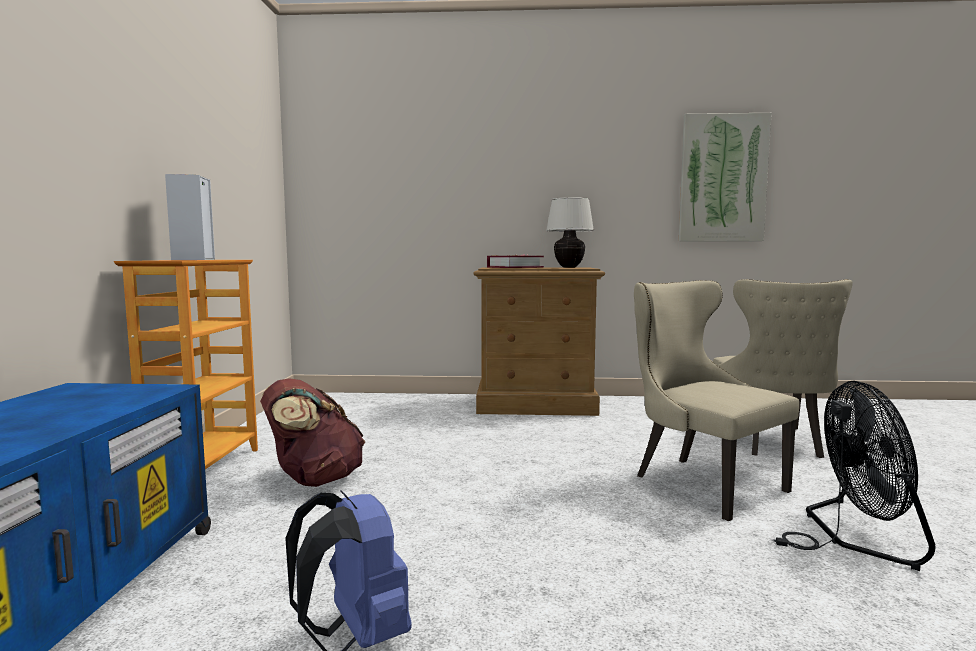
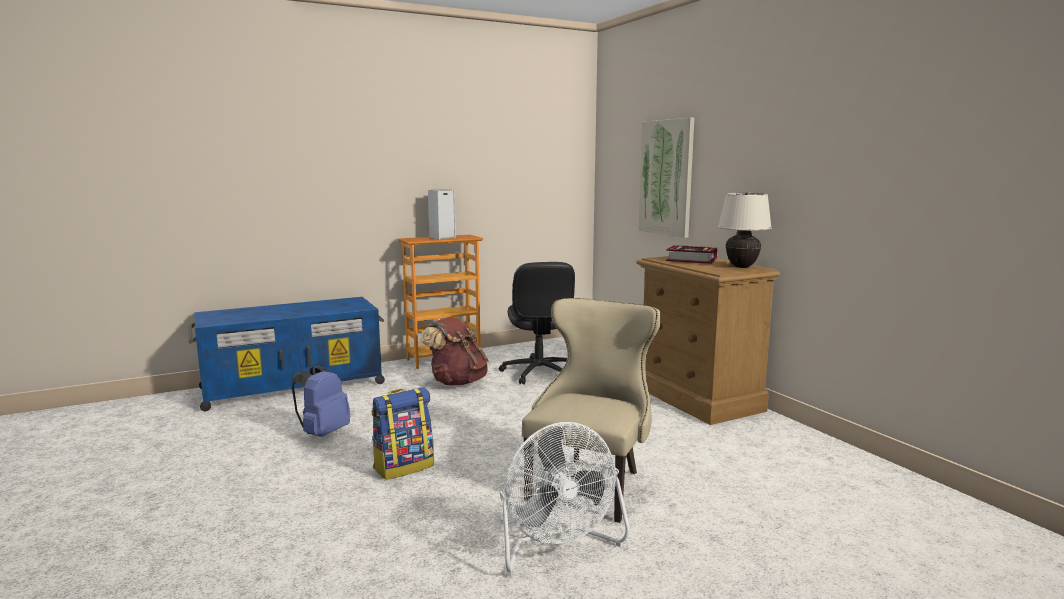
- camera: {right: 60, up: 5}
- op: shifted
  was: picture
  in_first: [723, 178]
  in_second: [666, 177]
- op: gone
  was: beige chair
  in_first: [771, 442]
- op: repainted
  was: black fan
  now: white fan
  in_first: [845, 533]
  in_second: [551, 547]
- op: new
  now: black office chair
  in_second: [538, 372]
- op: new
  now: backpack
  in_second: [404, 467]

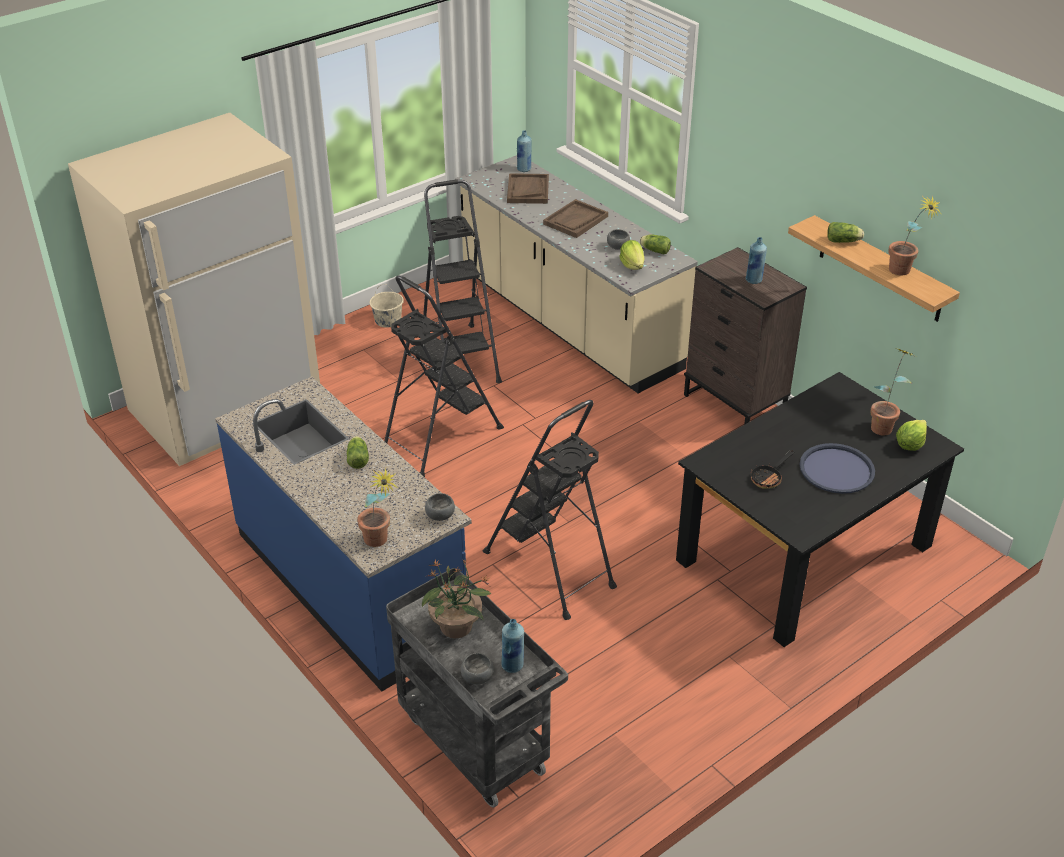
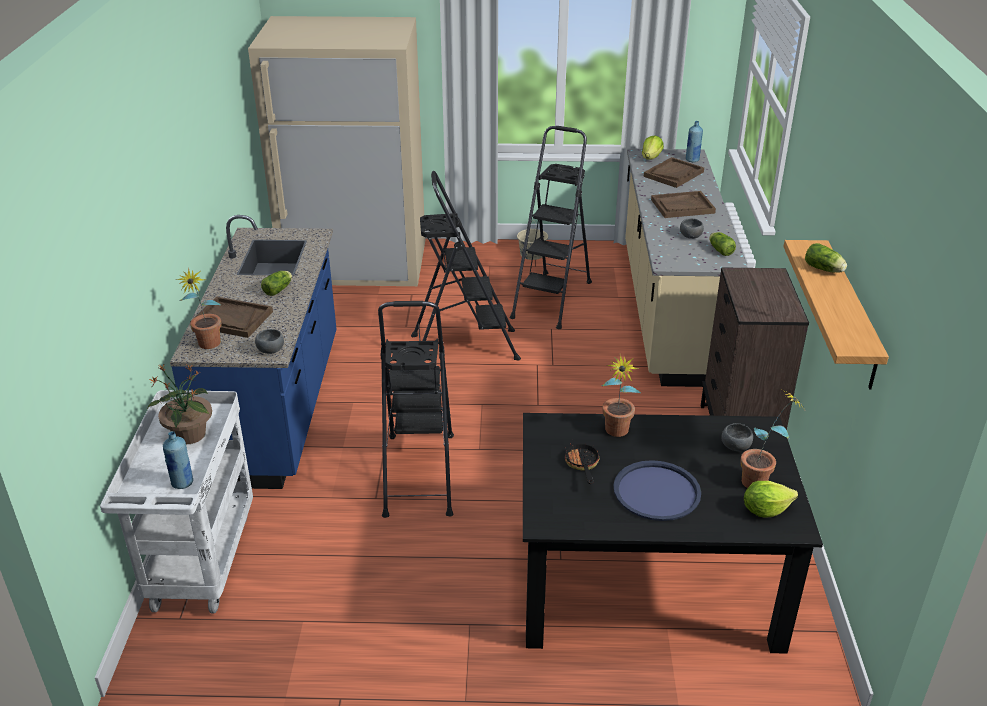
- camera: {right: 40, up: -5}
- op: shifted
  was: potted plant
  in_first: [904, 273]
  in_second: [616, 434]
- op: gone
  was: blue bottle
  in_first: [754, 280]
- op: shifted
  was: lettuce
  in_first: [632, 265]
  in_second: [651, 158]
- op: rotated
  was: frying pan
  in_first: [769, 478]
  in_second: [582, 465]
  clockwise: 90
- op: repainted
  was: black cart
  now: white cart
  in_first: [478, 749]
  in_second: [201, 567]
- op: shifted
  was: grey bowl
  in_first: [478, 677]
  in_second: [736, 447]
- op: new
  now: brown tray
  in_second: [232, 319]

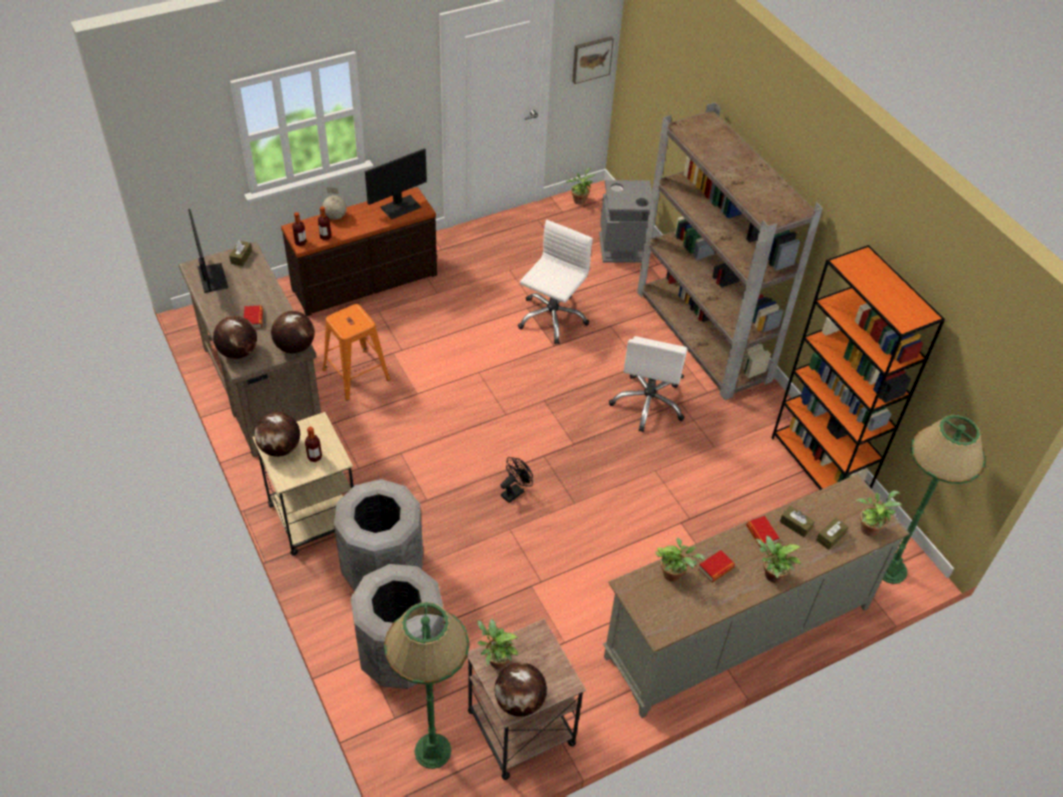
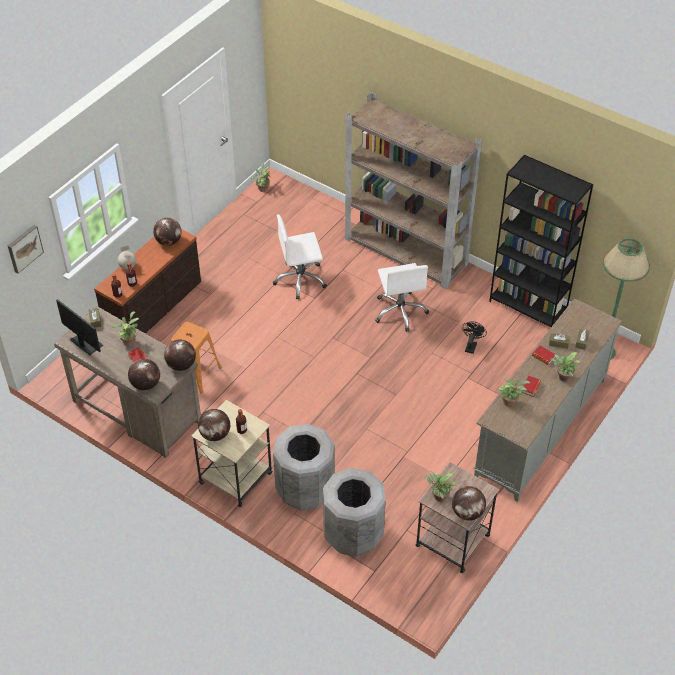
- camera: {right: -25, up: 0}
- op: shifted
  was: picture
  in_first: [591, 59]
  in_second: [24, 248]
- op: swapped
  was: monitor
  now: globe
  in_first: [400, 206]
  in_second: [168, 241]
- op: gone
  was: grey trash can
  in_first: [623, 248]
- op: rotated
  was: white office chair
  in_first: [551, 318]
  in_second: [300, 280]
  clockwise: -105
- op: repainted
  was: orange bookcase
  now: black bookcase
  in_first: [820, 466]
  in_second: [528, 306]
- op: shifted
  was: black fan
  in_first: [515, 491]
  in_second: [471, 345]
- op: shifted
  was: potted plant
  in_first: [869, 527]
  in_second: [129, 340]
- op: gone
  was: green floor lamp
  in_first: [432, 751]

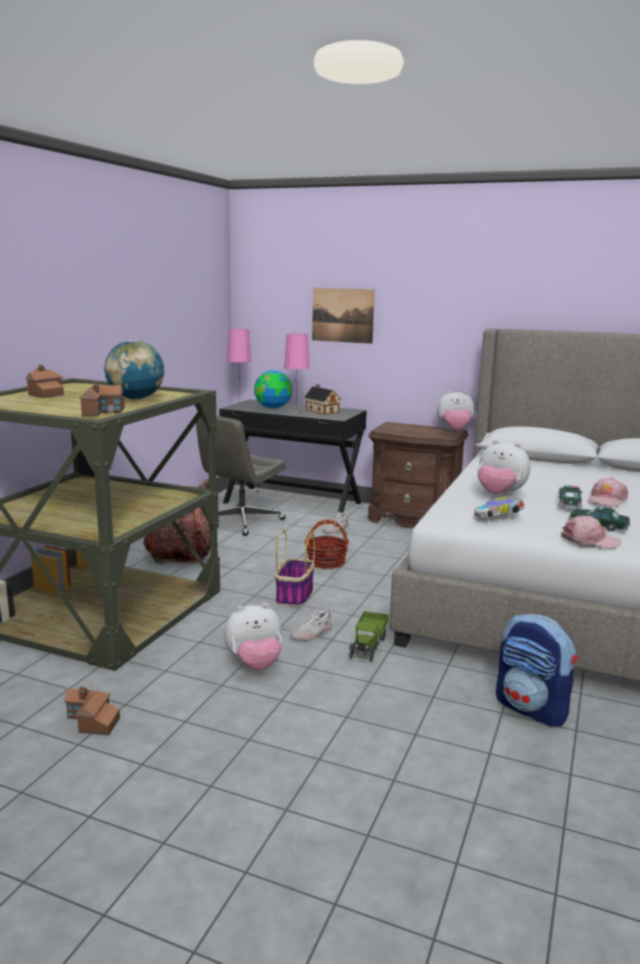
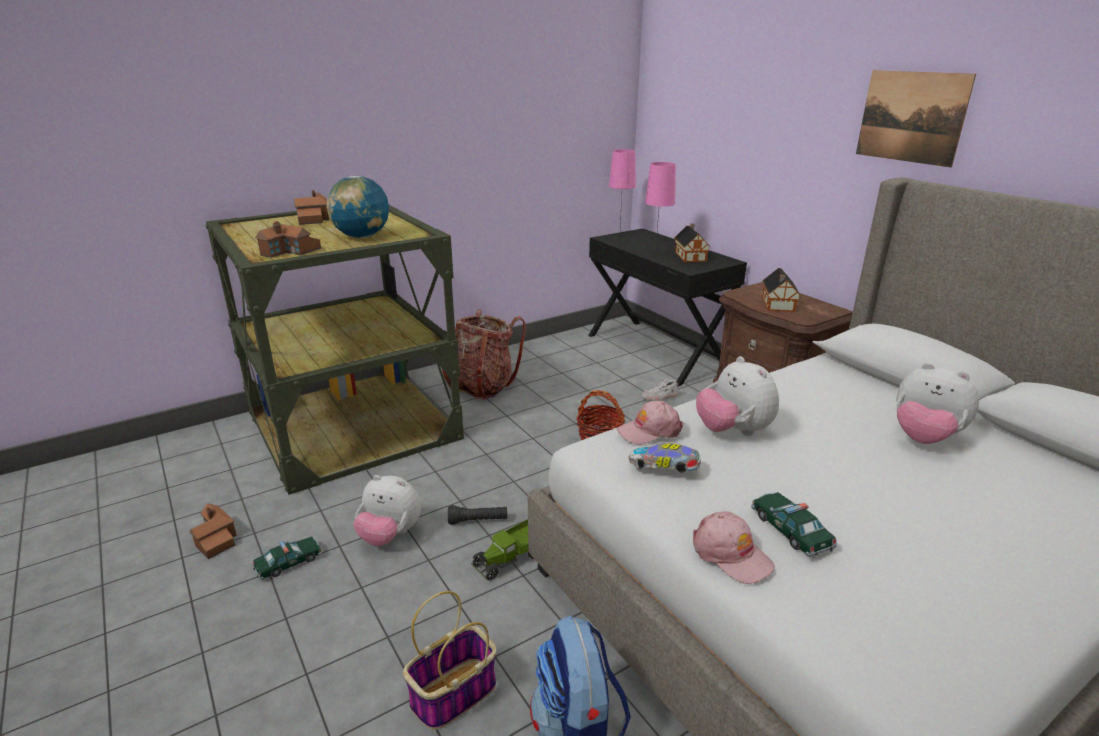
- camera: {right: 35, up: 10}
- op: shifted
  was: picture
  in_first: [342, 315]
  in_second: [911, 117]
- op: gone
  was: globe
  in_first: [273, 408]
- op: shifted
  was: plush toy
  in_first: [454, 431]
  in_second: [924, 438]
- op: gone
  was: grey office chair
  in_first: [241, 522]
- op: shifted
  was: pink cap
  in_first: [606, 500]
  in_second: [649, 431]
- op: shifted
  was: toy car
  in_first: [569, 503]
  in_second: [289, 563]
- op: shifted
  was: basket
  in_first: [294, 596]
  in_second: [453, 695]
- op: swapped
  was: white shoe
  now: black flashlight
  in_first: [311, 634]
  in_second: [478, 521]
- op: new
  now: toy house
  in_second: [778, 304]

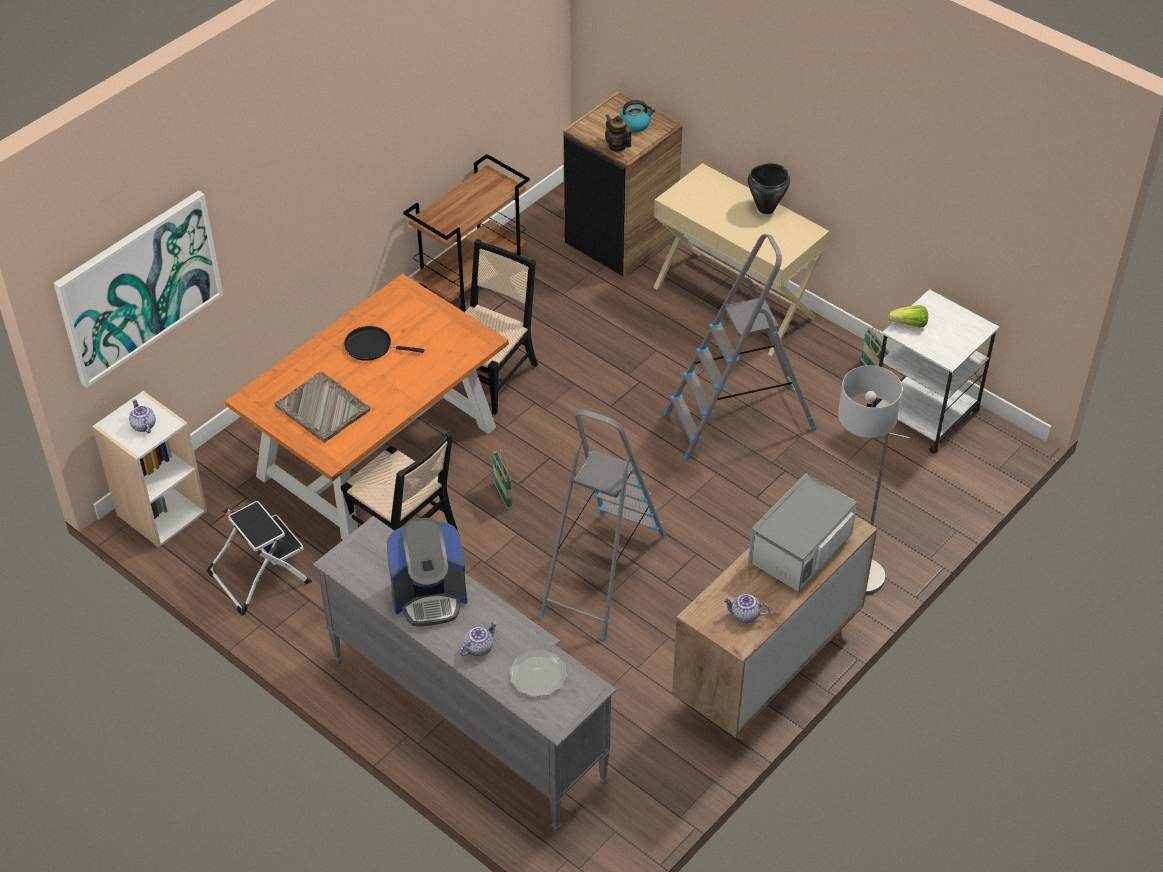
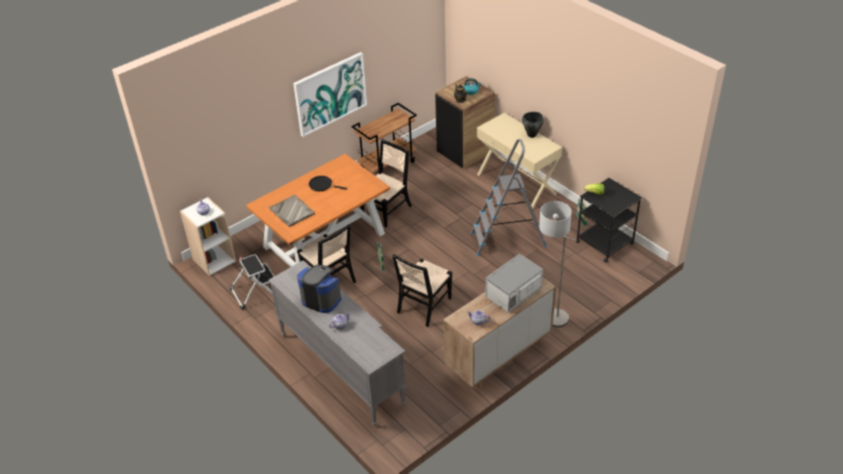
- camera: {right: 10, up: -5}
- op: shifted
  was: picture
  in_first: [139, 287]
  in_second: [330, 93]
- op: repainted
  was: white cart
  now: black cart
  in_first: [925, 414]
  in_second: [605, 243]
- op: swapped
  was: grey step ladder
  now: chair
  in_first: [603, 574]
  in_second: [424, 306]
- op: rotated
  was: coffee machine
  in_first: [429, 596]
  in_second: [321, 299]
  clockwise: -150
- op: gone
  was: plate
  in_first: [537, 675]

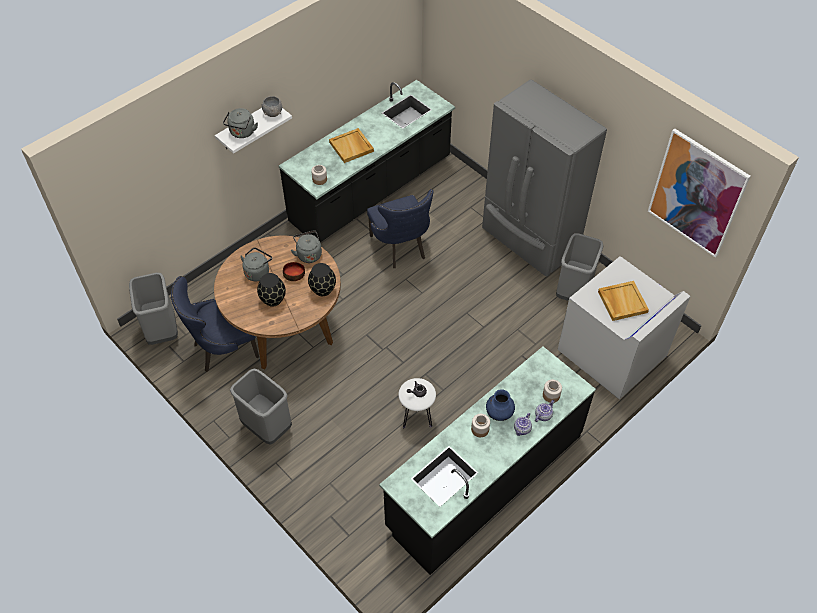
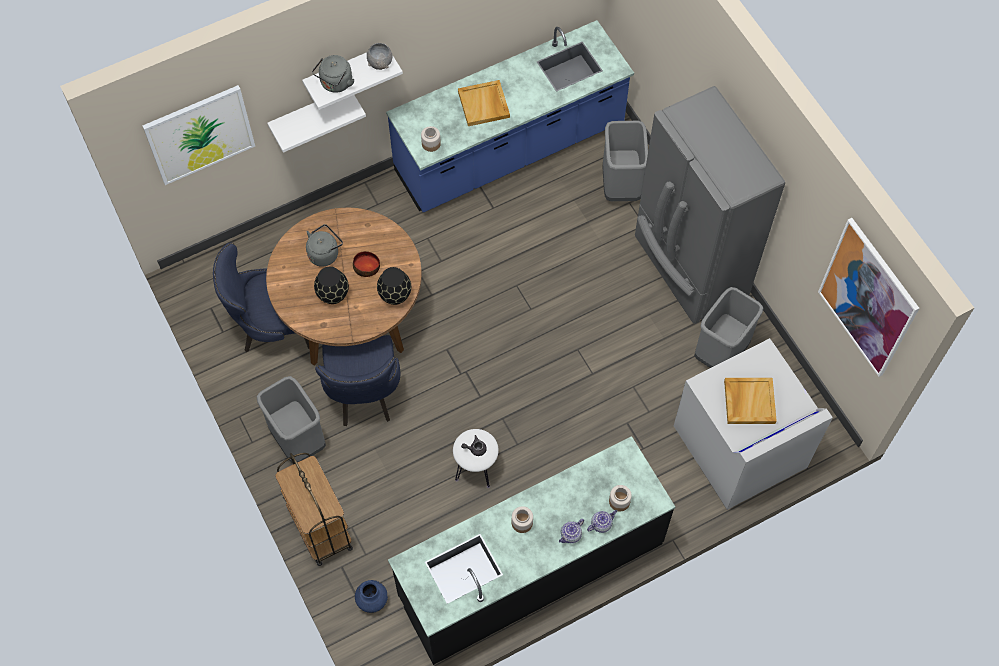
- camera: {right: 15, up: 10}
- op: repainted
  was: black counter
  now: blue counter
  in_first: [371, 190]
  in_second: [510, 150]
- op: shifted
  was: blue chair
  in_first: [401, 247]
  in_second: [364, 395]
- op: gone
  was: grey kettle
  in_first: [308, 254]
- op: shifted
  was: grey trash can
  in_first: [162, 331]
  in_second: [621, 185]
- op: shifted
  was: blue vase
  in_first: [499, 413]
  in_second: [372, 600]
- op: new
  now: picture
  in_second: [199, 134]
- op: new
  now: white shelf
  in_second: [310, 113]
- op: new
  now: brown cart
  in_second: [319, 527]

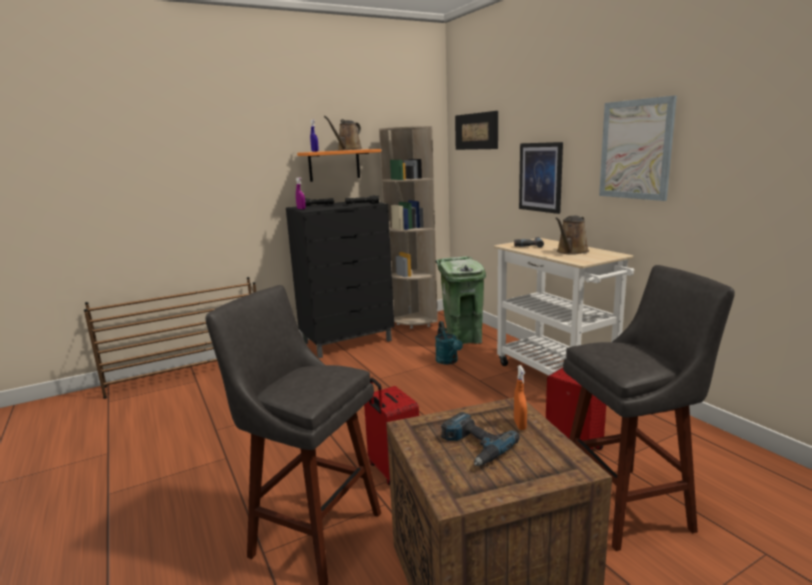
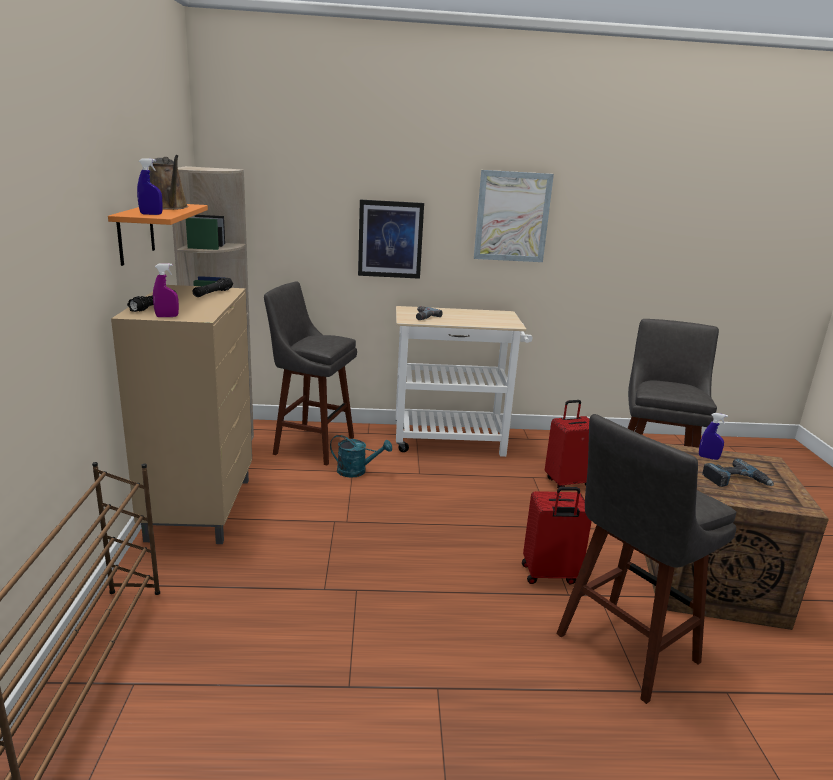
- camera: {right: -65, up: 5}
- op: gone
  was: picture
  in_first: [476, 131]
- op: repainted
  was: black dresser
  now: beige dresser
  in_first: [348, 341]
  in_second: [200, 507]
- op: gone
  was: brown watering can
  in_first: [571, 252]
- op: swapped
  was: green trash can
  now: grey stool
  in_first: [462, 339]
  in_second: [311, 444]
- op: repainted
  was: orange spray bottle
  now: blue spray bottle
  in_first: [520, 425]
  in_second: [708, 457]

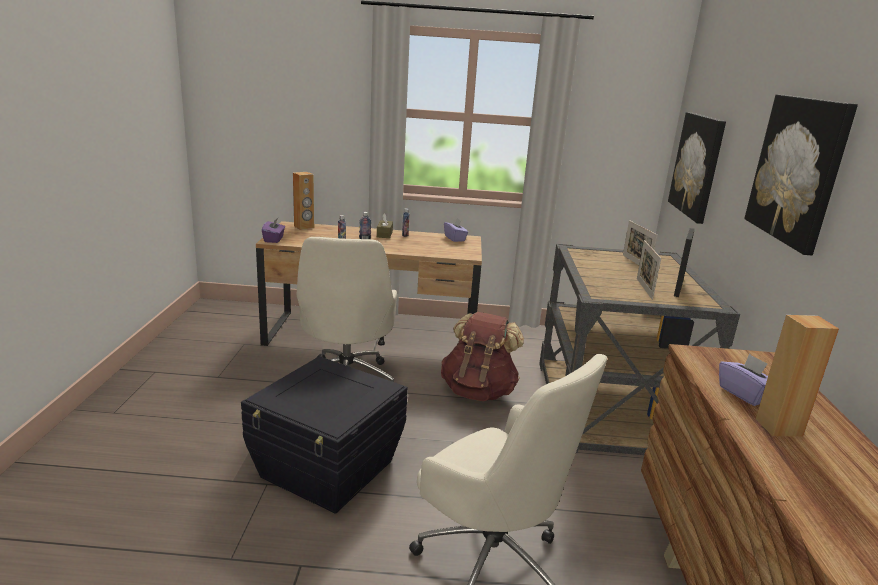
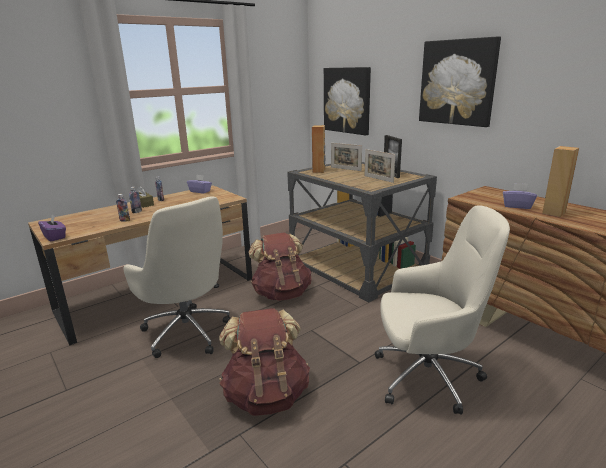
- camera: {right: -40, up: 0}
- op: shifted
  was: brown speaker
  in_first: [304, 227]
  in_second: [319, 171]
- op: swapped
  was: black storage box
  now: brown backpack
  in_first: [328, 470]
  in_second: [266, 395]

